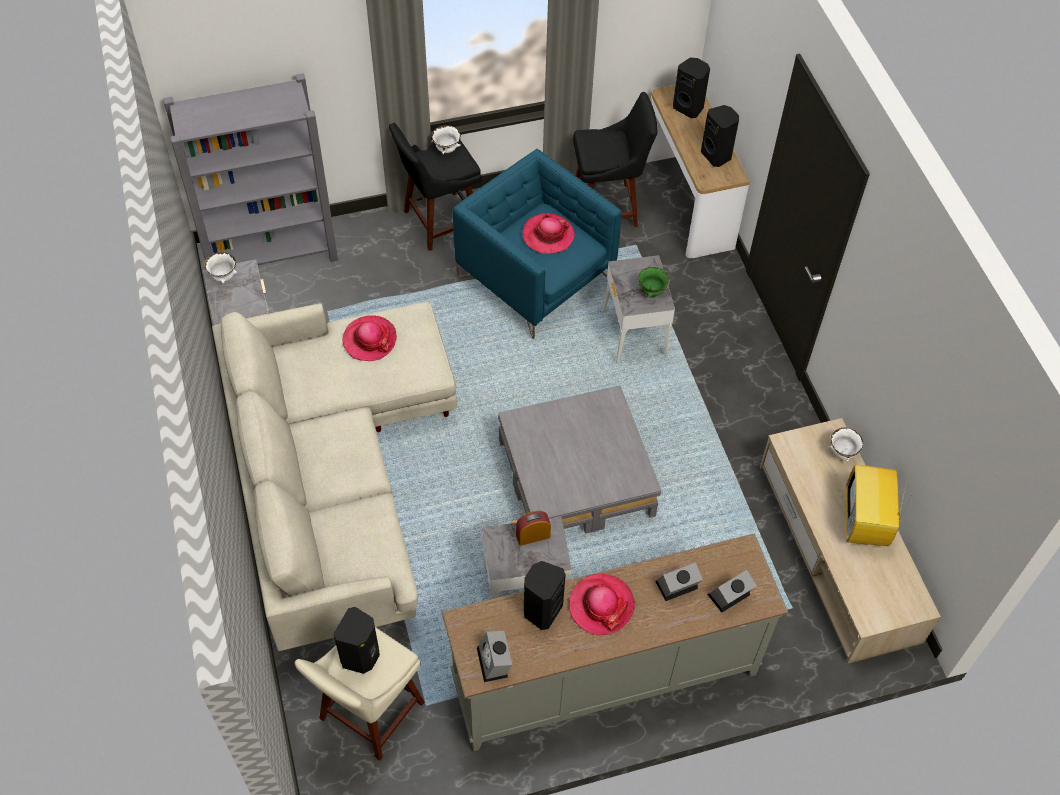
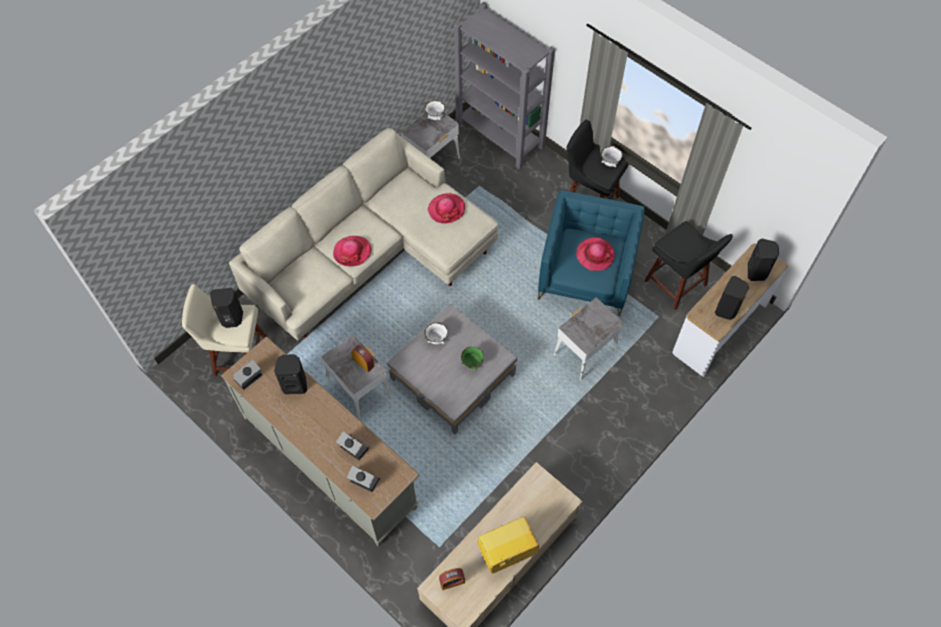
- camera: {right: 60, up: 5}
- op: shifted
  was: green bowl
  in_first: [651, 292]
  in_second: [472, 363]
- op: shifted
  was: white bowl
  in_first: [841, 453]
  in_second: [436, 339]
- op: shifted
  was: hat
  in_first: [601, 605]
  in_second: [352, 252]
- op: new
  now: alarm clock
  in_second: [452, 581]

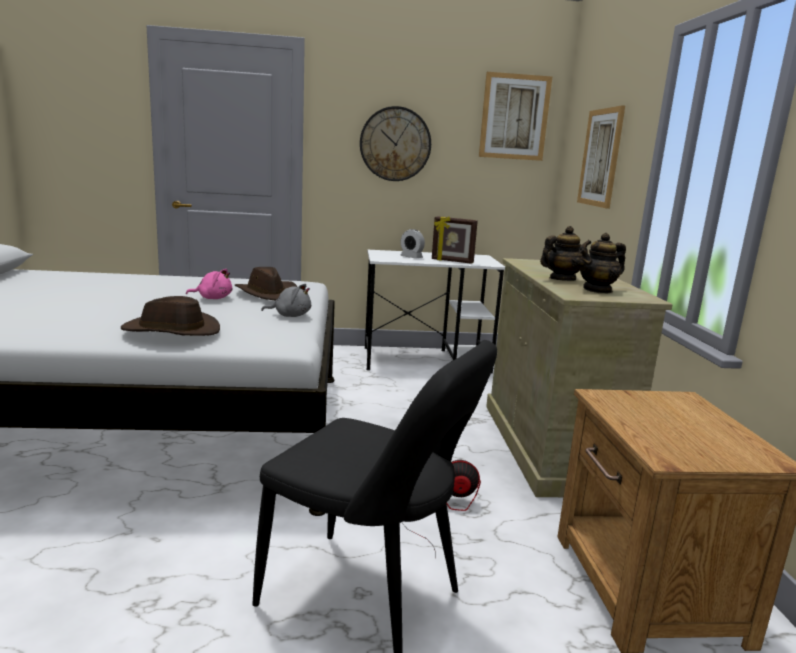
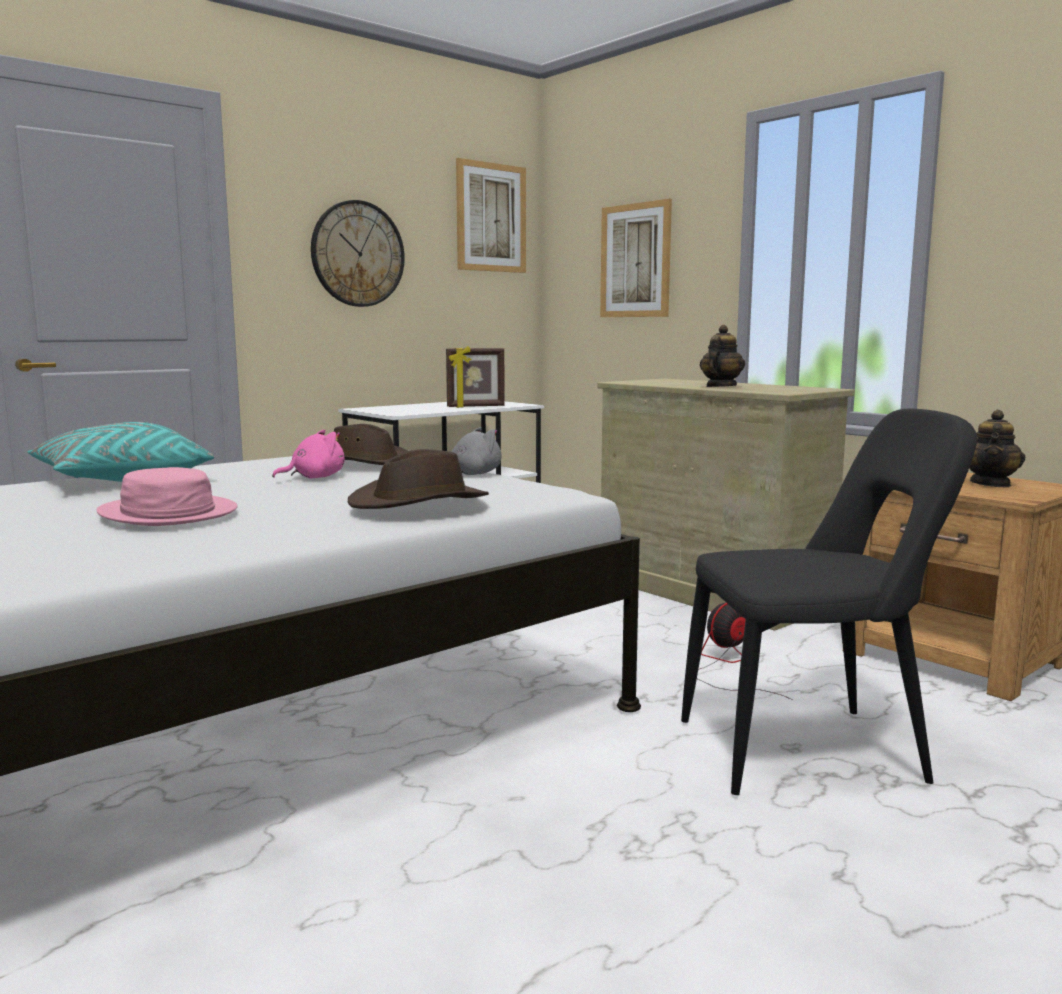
- camera: {right: -35, up: -5}
- op: gone
  was: alarm clock
  in_first: [411, 257]
- op: shifted
  was: teapot
  in_first: [597, 290]
  in_second: [991, 484]
- op: new
  now: turquoise pillow
  in_second: [121, 482]
- op: new
  now: pink hat
  in_second: [167, 513]

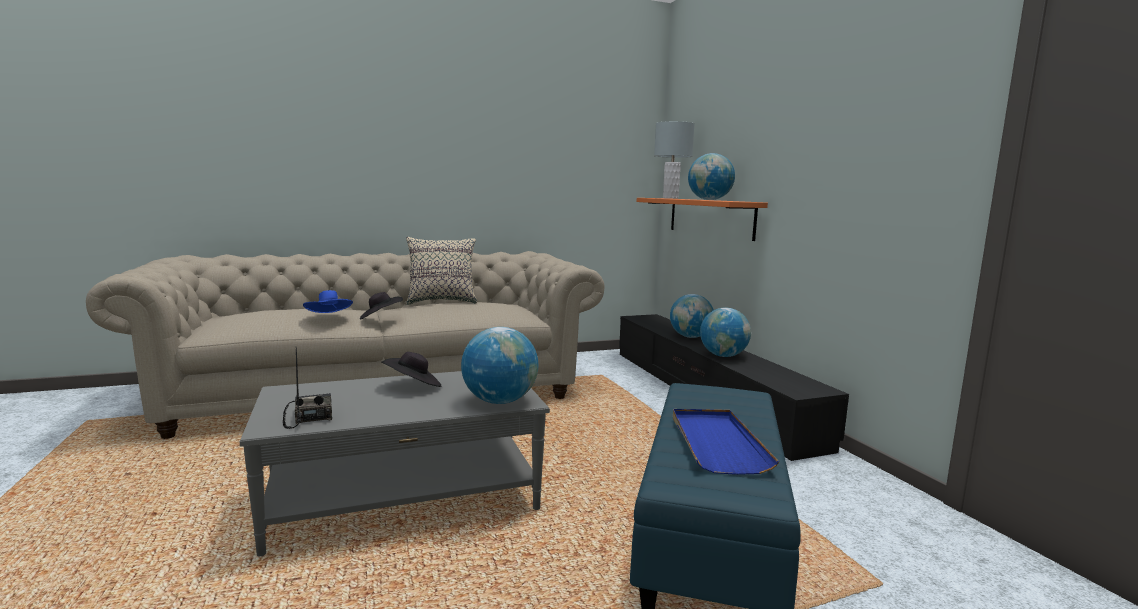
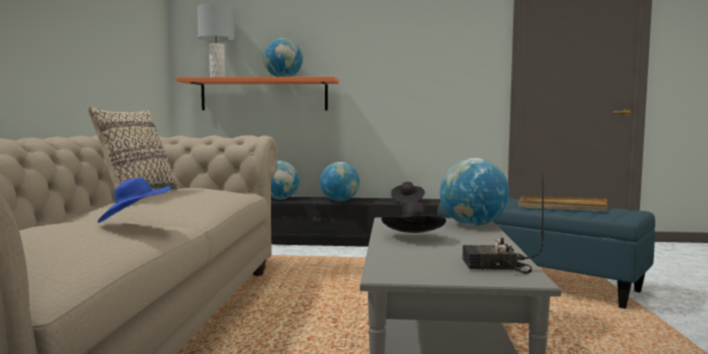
- camera: {right: -65, up: -5}
- op: shifted
  was: black hat
  in_first: [380, 318]
  in_second: [407, 201]
- op: repainted
  was: blue tray
  now: beige tray
  in_first: [716, 443]
  in_second: [562, 207]

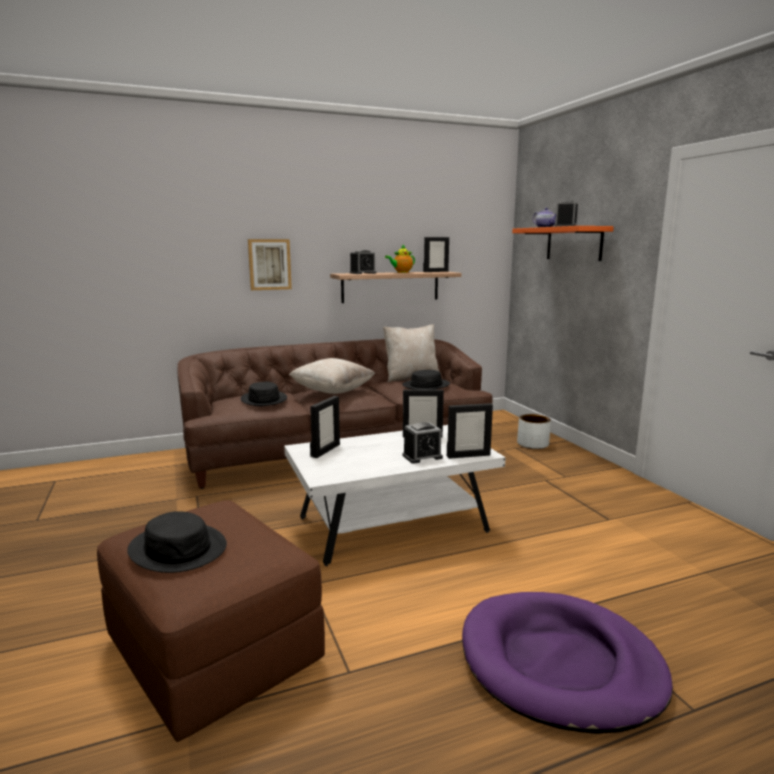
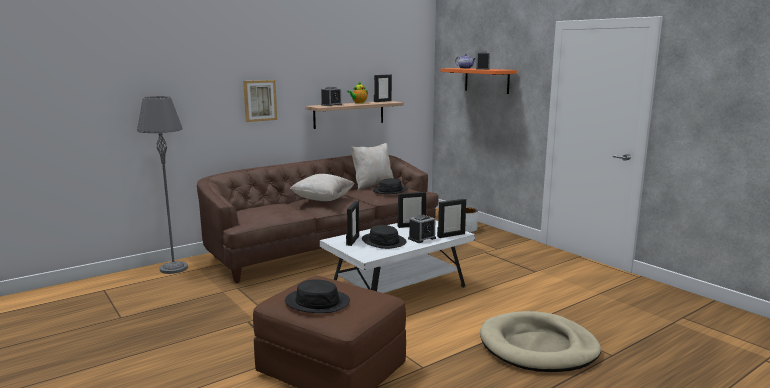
- camera: {right: -15, up: 0}
- op: shifted
  was: black hat
  in_first: [264, 399]
  in_second: [384, 241]
- op: repainted
  was: purple dog bed
  now: beige dog bed
  in_first: [560, 664]
  in_second: [538, 346]
- op: new
  now: grey floor lamp
  in_second: [174, 268]

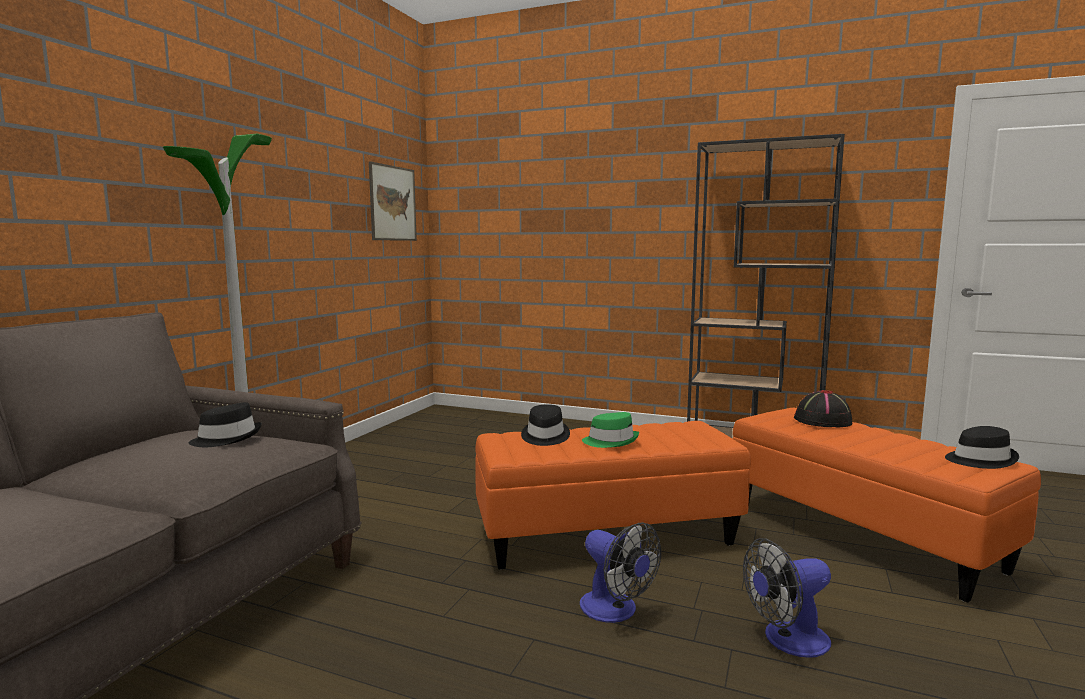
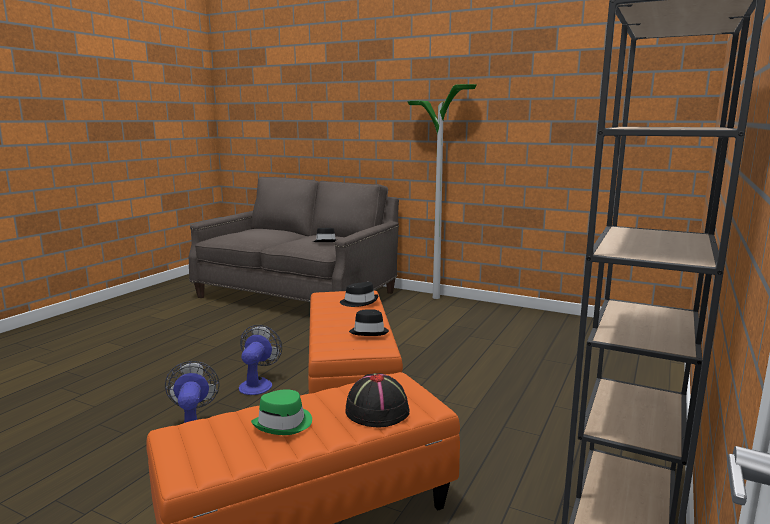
- camera: {right: 95, up: 5}
- op: gone
  was: picture
  in_first: [393, 203]
- op: shifted
  was: green hat
  in_first: [611, 441]
  in_second: [284, 423]
- op: shifted
  was: black hat
  in_first: [979, 460]
  in_second: [369, 332]
- op: rotated
  was: fan
  in_first: [615, 611]
  in_second: [258, 384]
  clockwise: 135

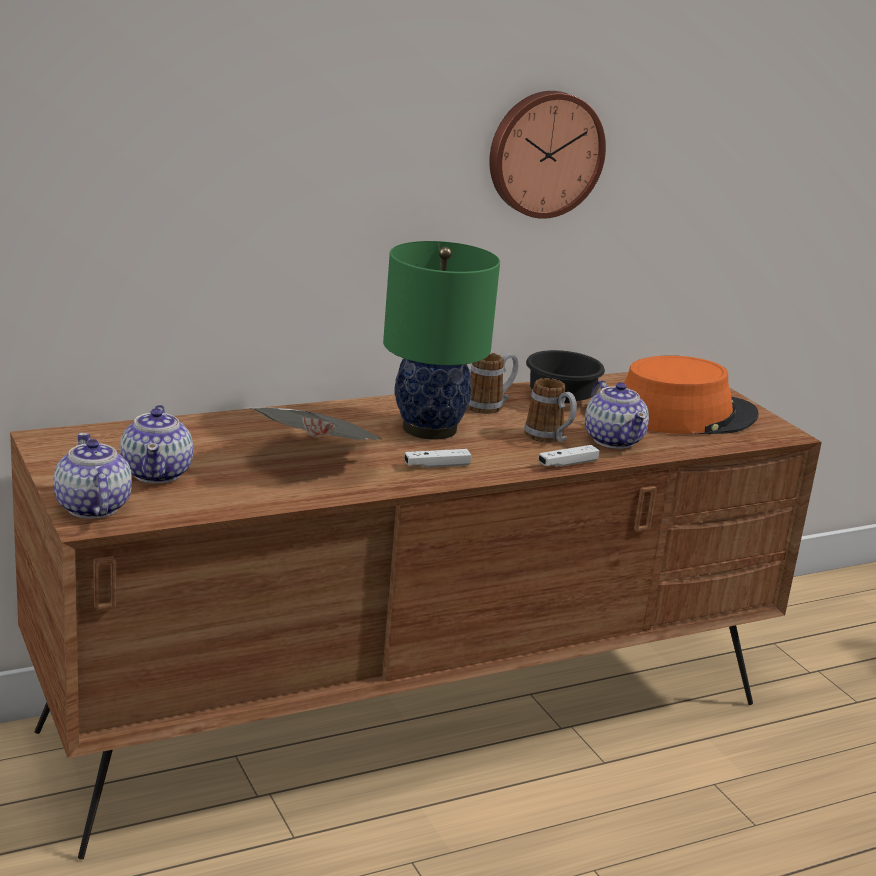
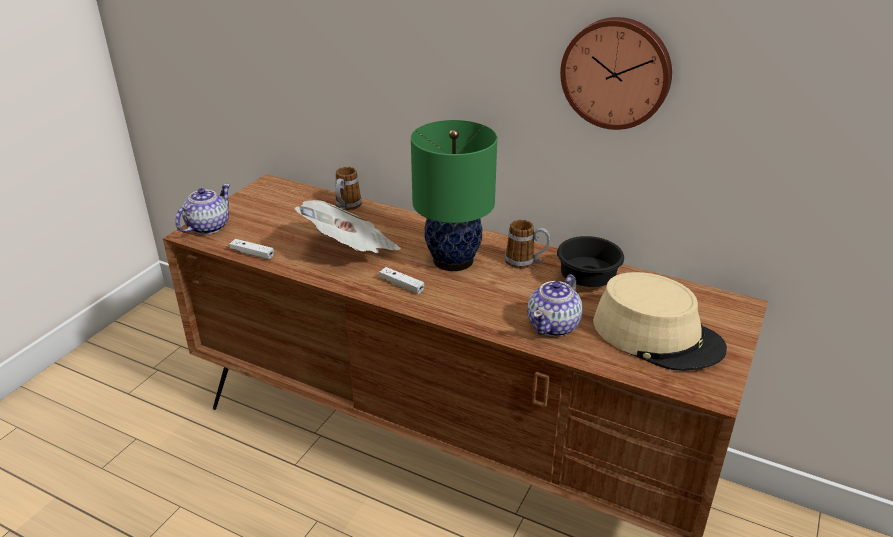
- camera: {right: 55, up: 10}
- op: repainted
  was: orange hat
  now: beige hat
  in_first: [685, 415]
  in_second: [657, 335]
- op: shifted
  was: mug
  in_first: [549, 438]
  in_second: [346, 207]
- op: gone
  was: teapot
  in_first: [157, 473]
- op: shifted
  was: white game controller
  in_first: [567, 464]
  in_second: [252, 253]

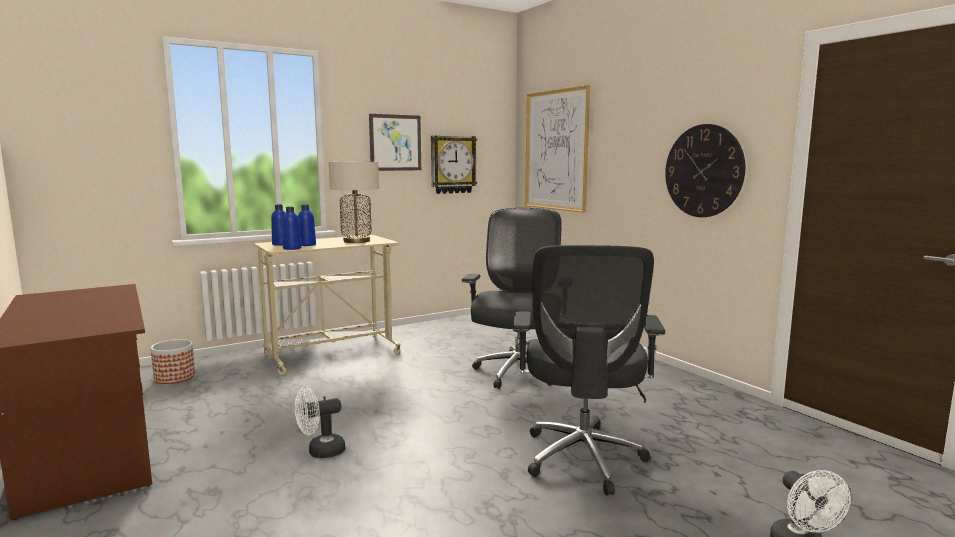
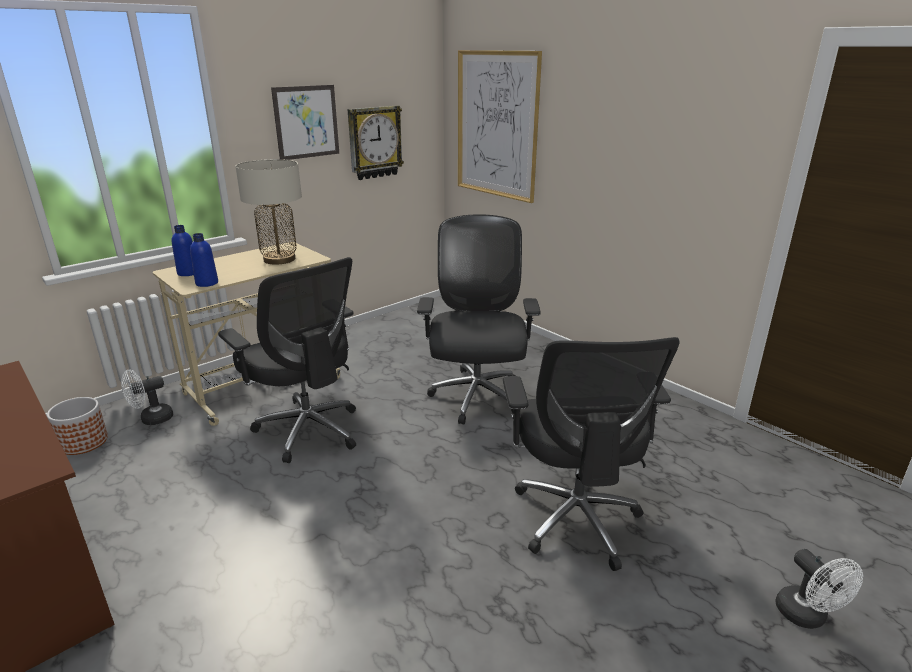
- camera: {right: -10, up: 15}
- op: gone
  was: wall clock
  in_first: [703, 171]
- op: gone
  was: blue bottle
  in_first: [307, 245]
- op: shifted
  was: white fan
  in_first: [320, 452]
  in_second: [151, 419]
- op: new
  now: office chair
  in_second: [307, 429]

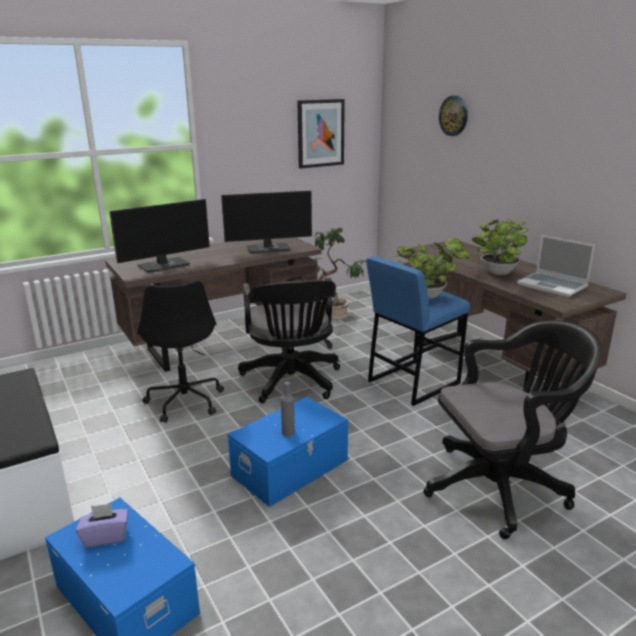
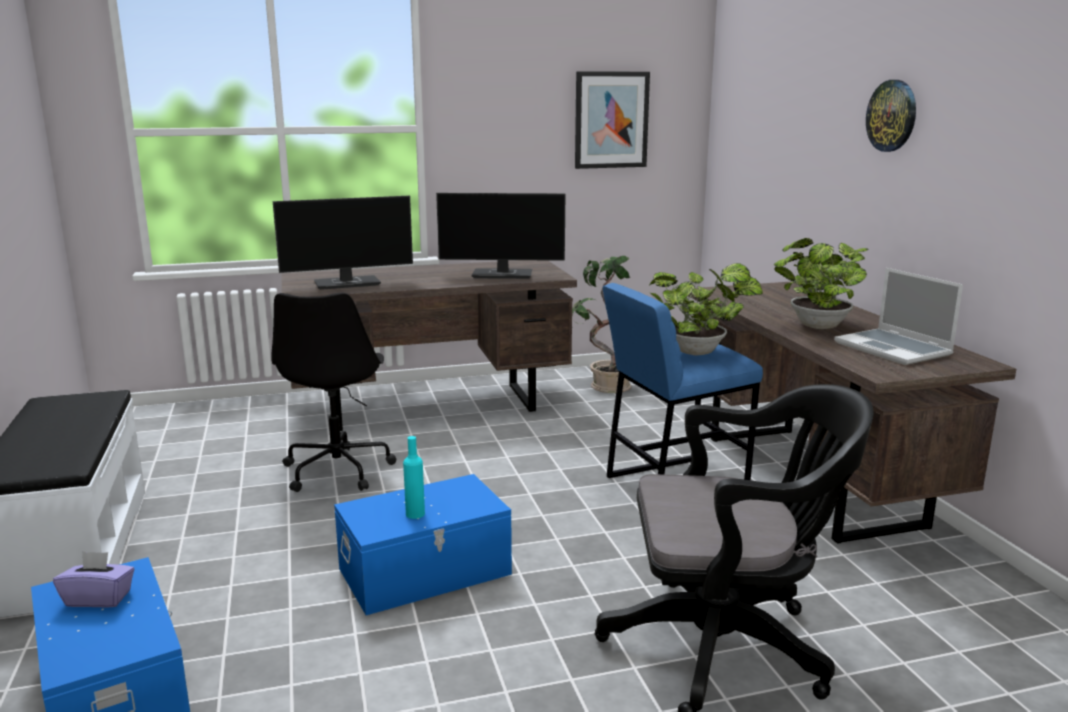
- camera: {right: 15, up: -5}
- op: shifted
  was: wall clock
  in_first: [454, 116]
  in_second: [892, 116]
- op: gone
  was: black office chair
  in_first: [292, 382]
- op: repainted
  was: grey bottle
  now: turquoise bottle
  in_first: [288, 432]
  in_second: [415, 514]

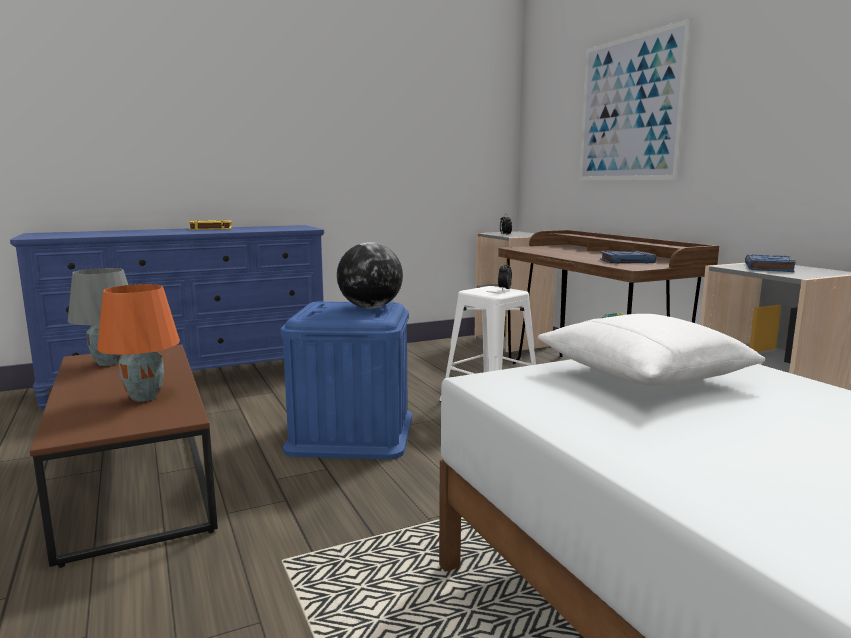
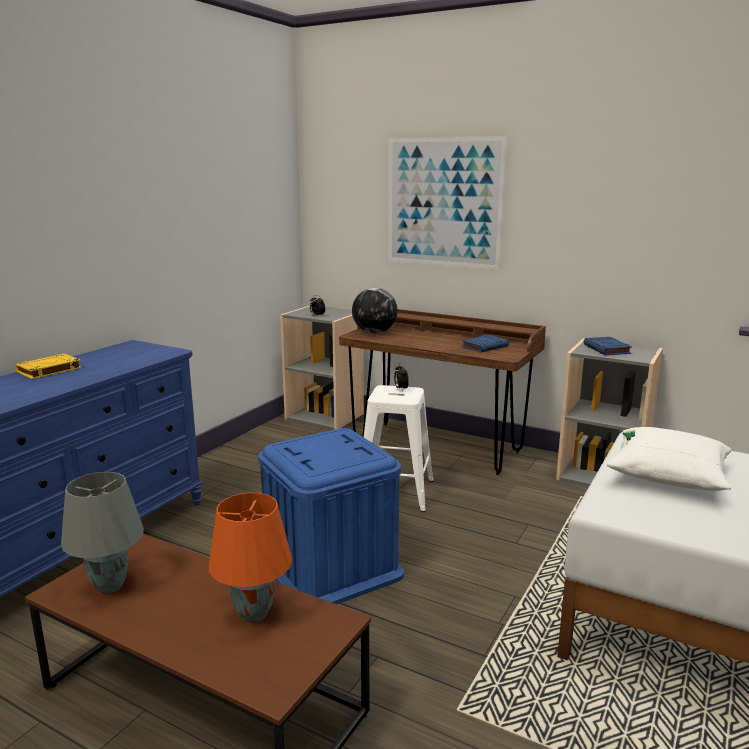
- camera: {right: -35, up: 5}
- op: shifted
  was: globe
  in_first: [370, 307]
  in_second: [374, 332]

